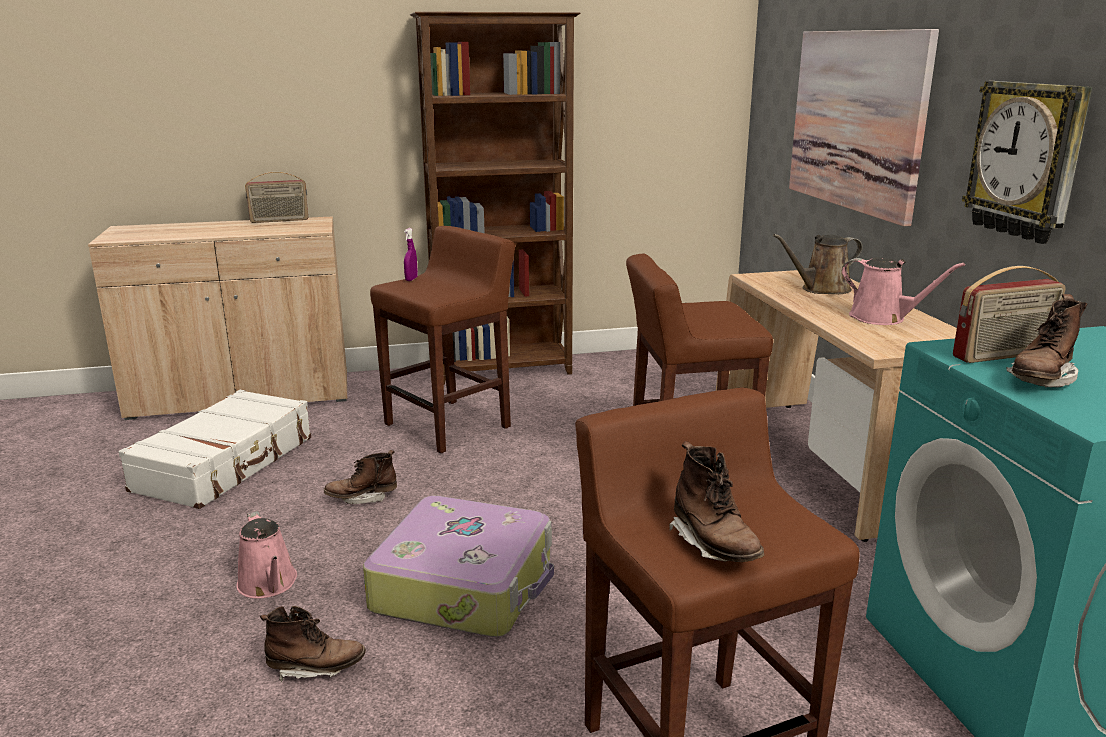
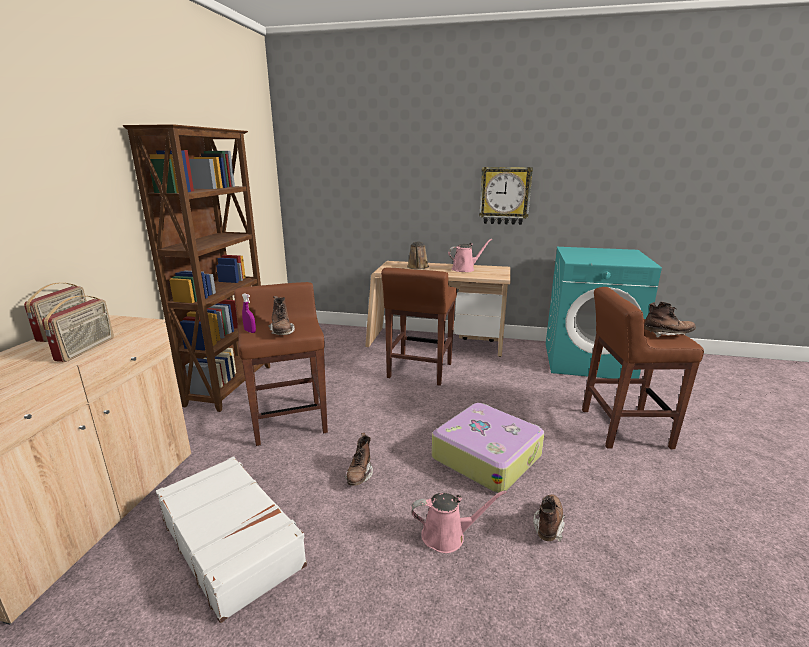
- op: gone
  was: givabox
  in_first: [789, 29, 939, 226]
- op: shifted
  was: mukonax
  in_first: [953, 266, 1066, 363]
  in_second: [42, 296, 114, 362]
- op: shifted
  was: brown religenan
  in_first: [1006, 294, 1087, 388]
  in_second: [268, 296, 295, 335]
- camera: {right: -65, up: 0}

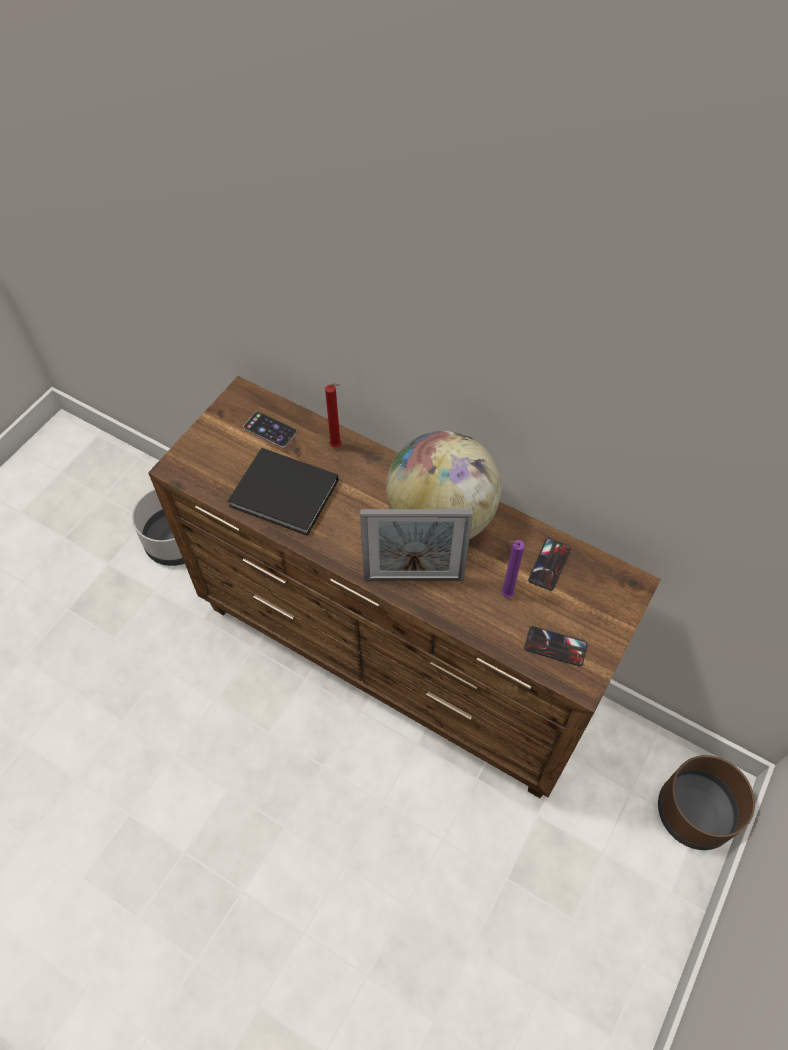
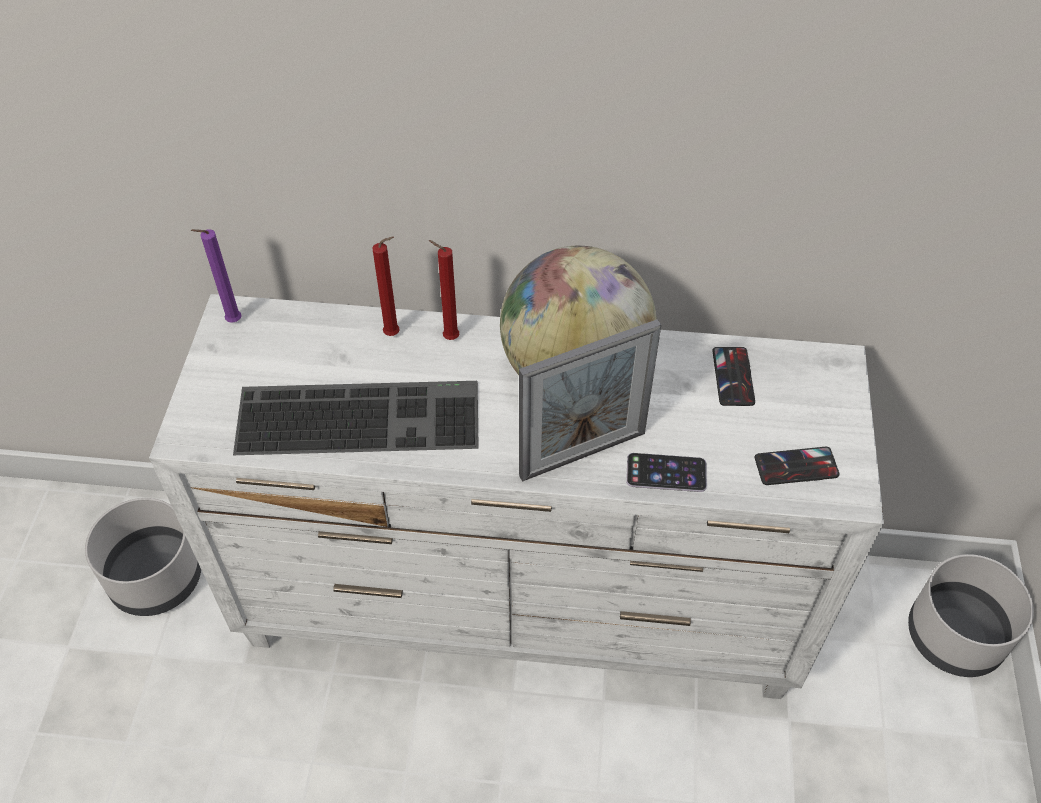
- op: repainted
  was: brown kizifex
  now: white kizifex
  in_first: [148, 376, 661, 798]
  in_second: [149, 294, 884, 699]
- op: swapped
  was: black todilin
  now: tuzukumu
  in_first: [228, 448, 339, 536]
  in_second: [233, 381, 479, 455]
- op: shifted
  was: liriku
  in_first: [243, 412, 297, 448]
  in_second: [626, 453, 707, 492]
- op: shifted
  was: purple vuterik
  in_first: [501, 540, 525, 598]
  in_second: [191, 229, 242, 323]
- op: repainted
  was: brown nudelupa
  now: grey nudelupa
  in_first: [658, 755, 755, 850]
  in_second: [908, 554, 1034, 677]
- op: new
  now: red vuterik
  in_second: [428, 240, 459, 340]
- camera: {right: -25, up: -5}

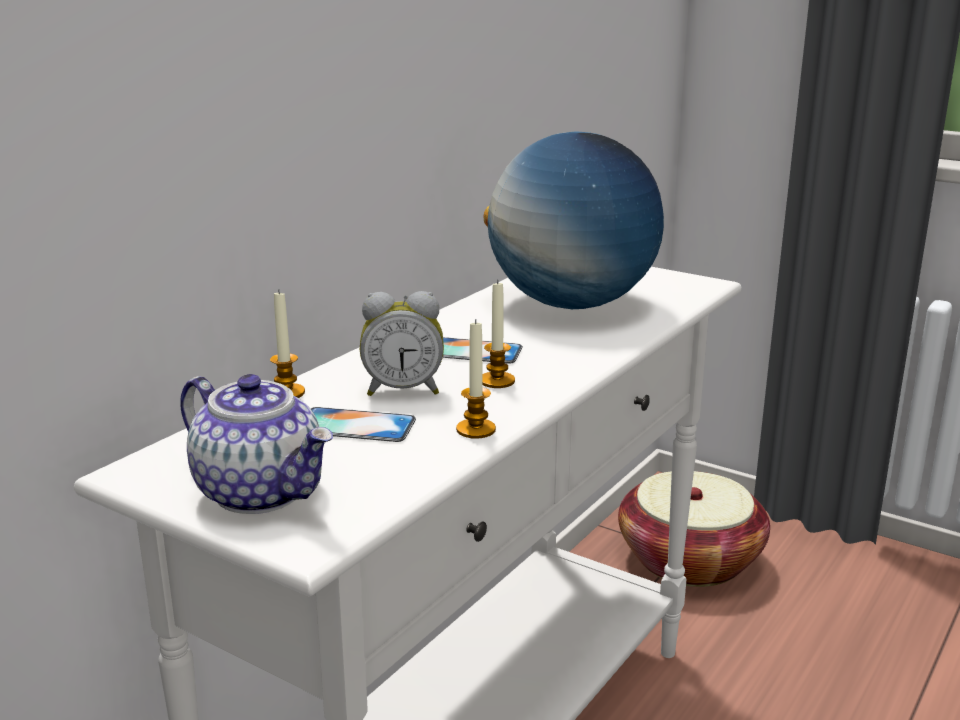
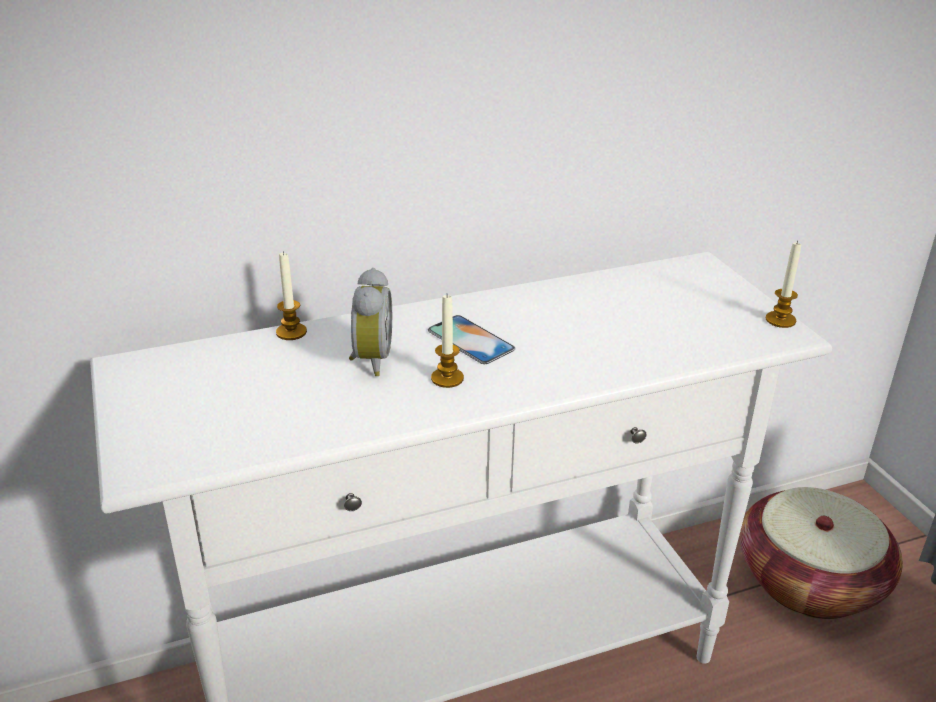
- op: gone
  was: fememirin
  in_first: [180, 374, 333, 514]
- op: gone
  was: liriku
  in_first: [311, 407, 416, 442]
- op: rotated
  was: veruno
  in_first: [360, 291, 444, 396]
  in_second: [349, 268, 392, 376]
  clockwise: -120
- op: shifted
  was: vuterik
  in_first: [456, 319, 496, 439]
  in_second: [766, 241, 801, 328]
- op: gone
  was: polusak
  in_first: [483, 131, 664, 309]
- camera: {right: 35, up: 10}

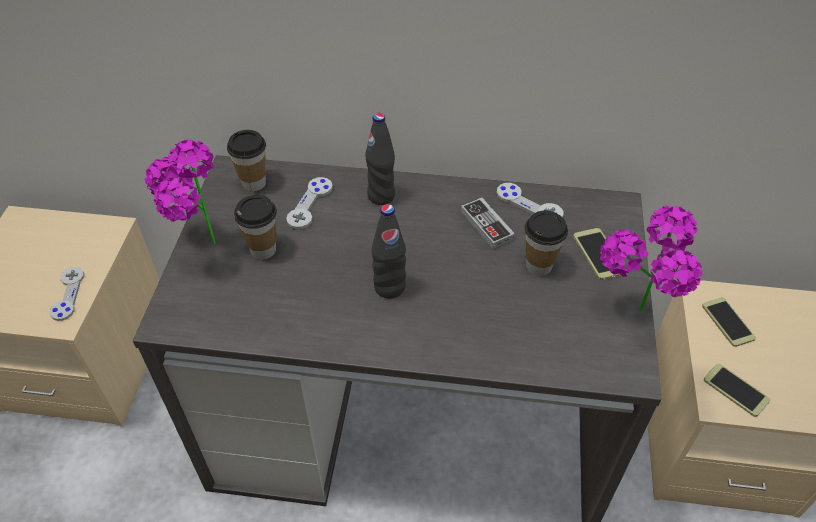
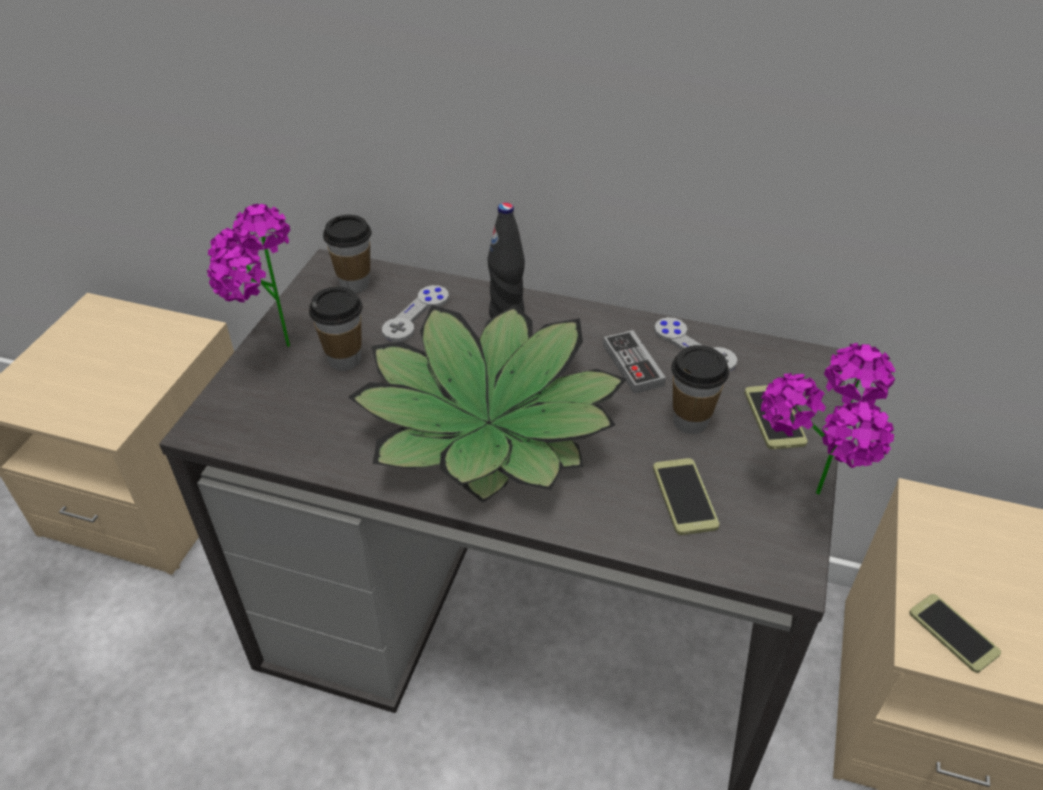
- op: gone
  was: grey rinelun
  in_first: [50, 267, 84, 321]
- op: swapped
  was: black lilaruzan
  now: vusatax
  in_first: [372, 204, 406, 299]
  in_second: [348, 304, 627, 503]
- op: shifted
  was: liriku
  in_first: [702, 297, 756, 347]
  in_second: [653, 458, 719, 535]
- camera: {right: 10, up: -5}

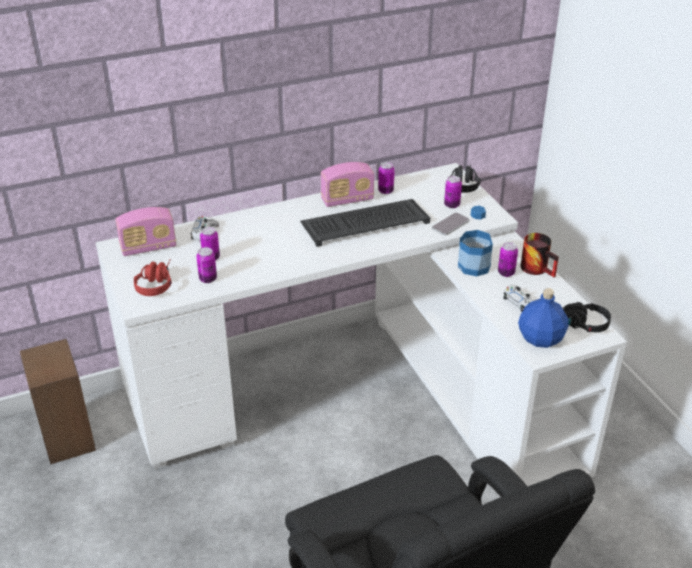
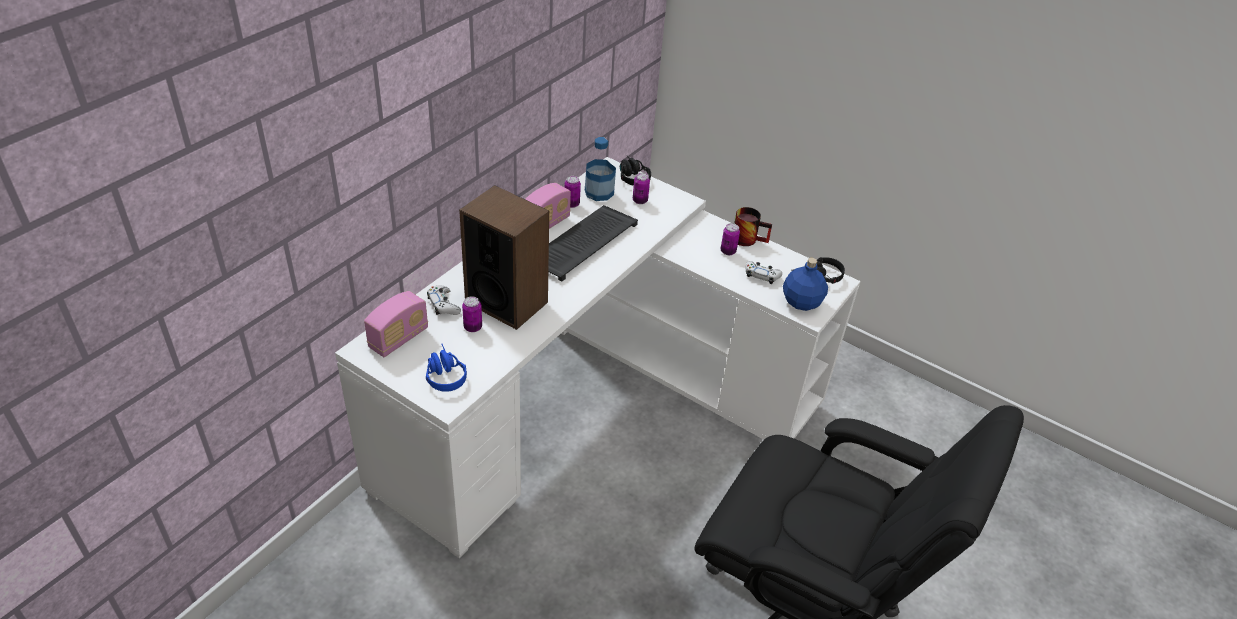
- op: shifted
  was: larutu
  in_first: [20, 339, 96, 464]
  in_second: [459, 185, 549, 330]
- op: repainted
  was: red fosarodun
  now: blue fosarodun
  in_first: [134, 259, 172, 296]
  in_second: [426, 343, 467, 392]
- op: gone
  was: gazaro
  in_first: [196, 247, 217, 283]
- op: gone
  was: liriku
  in_first: [432, 213, 470, 236]
- op: shifted
  was: lilaruzan
  in_first: [458, 206, 493, 276]
  in_second: [585, 137, 616, 201]
- camera: {right: -35, up: 5}

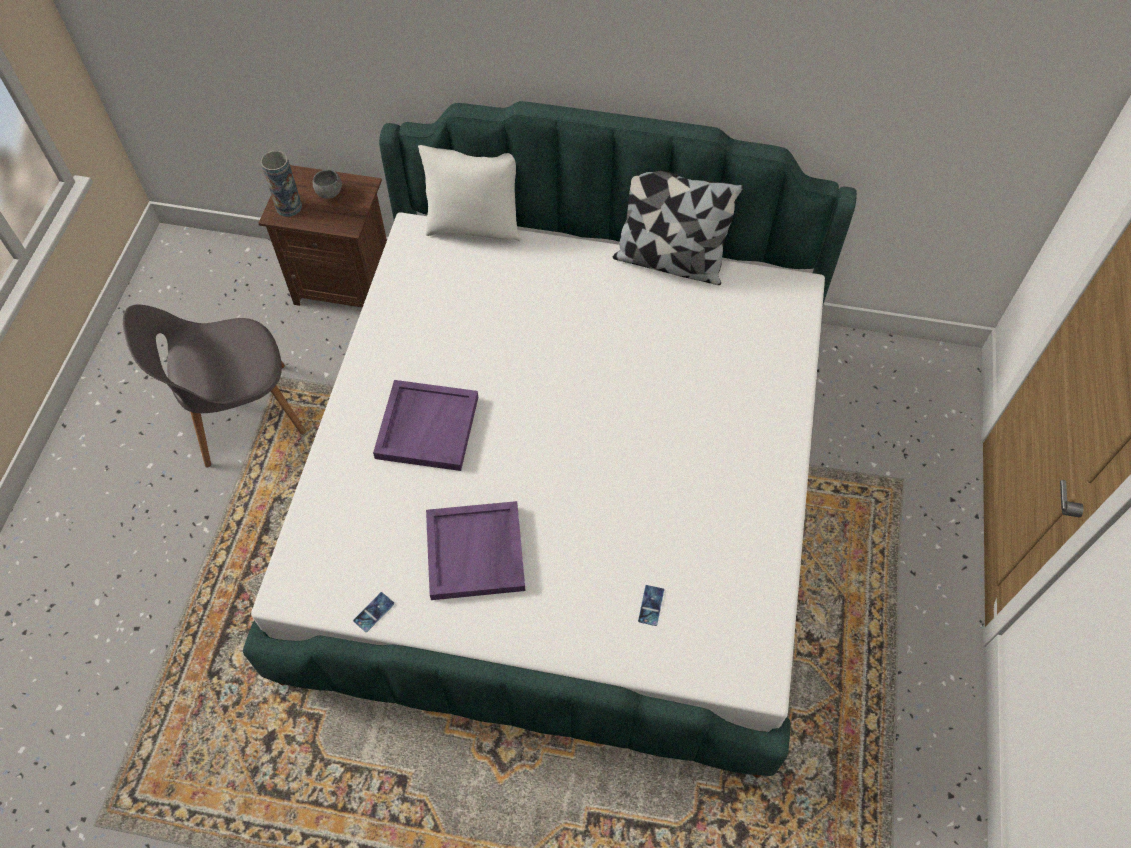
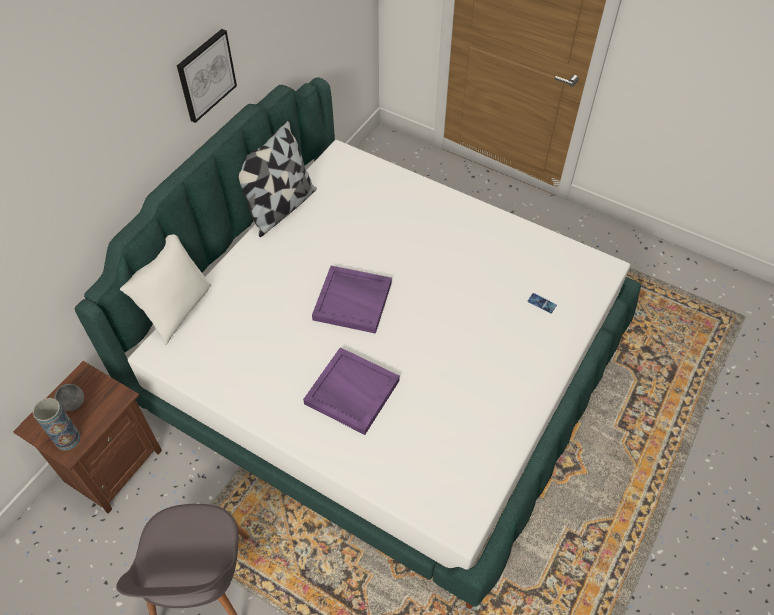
- op: gone
  was: liriku
  in_first: [353, 592, 394, 632]
- op: shifted
  was: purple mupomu
  in_first: [426, 501, 526, 600]
  in_second: [312, 266, 392, 334]
- op: new
  now: givabox
  in_second: [177, 29, 237, 123]
- camera: {right: -70, up: -5}

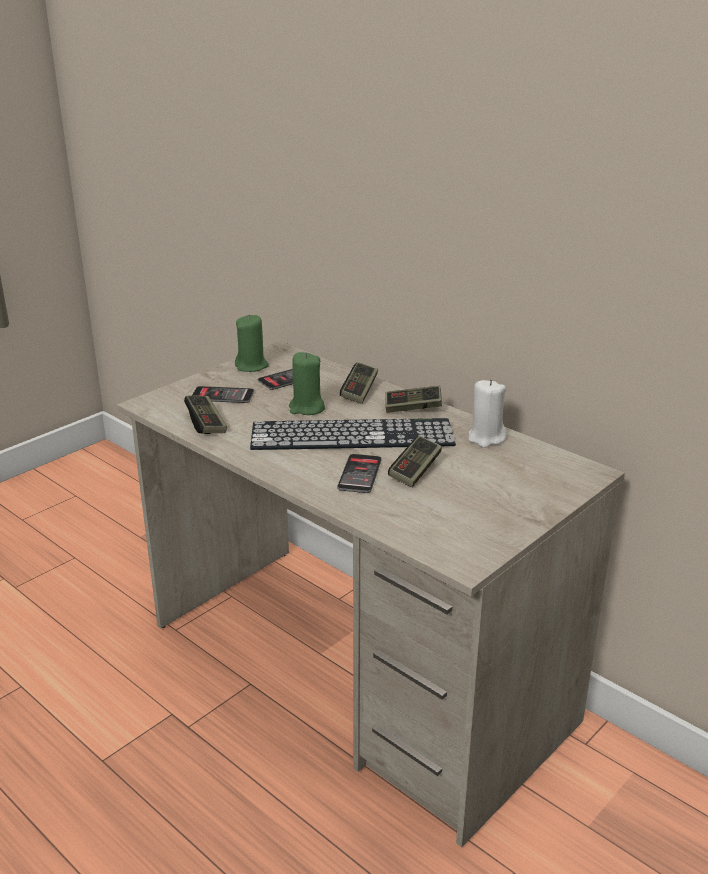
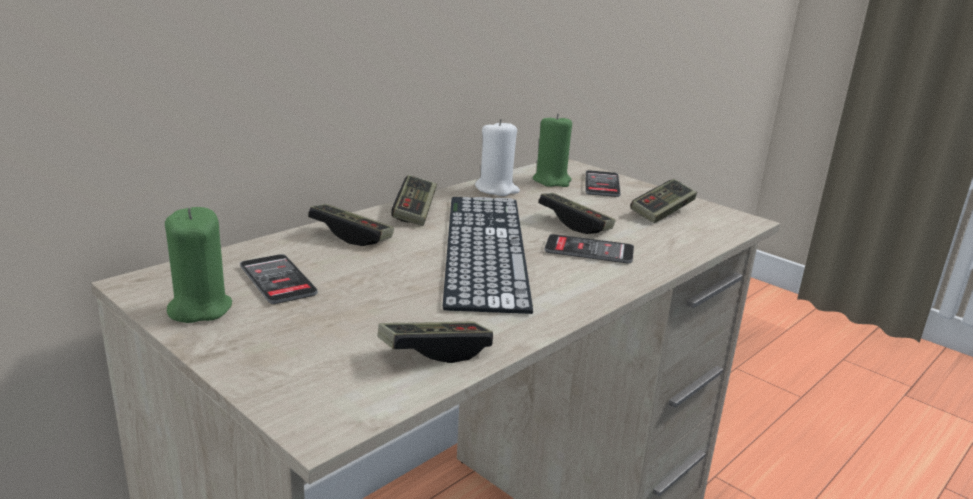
- op: shifted
  was: liriku
  in_first: [192, 386, 254, 403]
  in_second: [585, 170, 621, 197]
- op: shifted
  was: green vuterik
  in_first: [289, 352, 325, 415]
  in_second: [533, 113, 572, 187]
- op: new
  now: rinelun
  in_second: [630, 179, 697, 223]
- camera: {right: -90, up: -5}

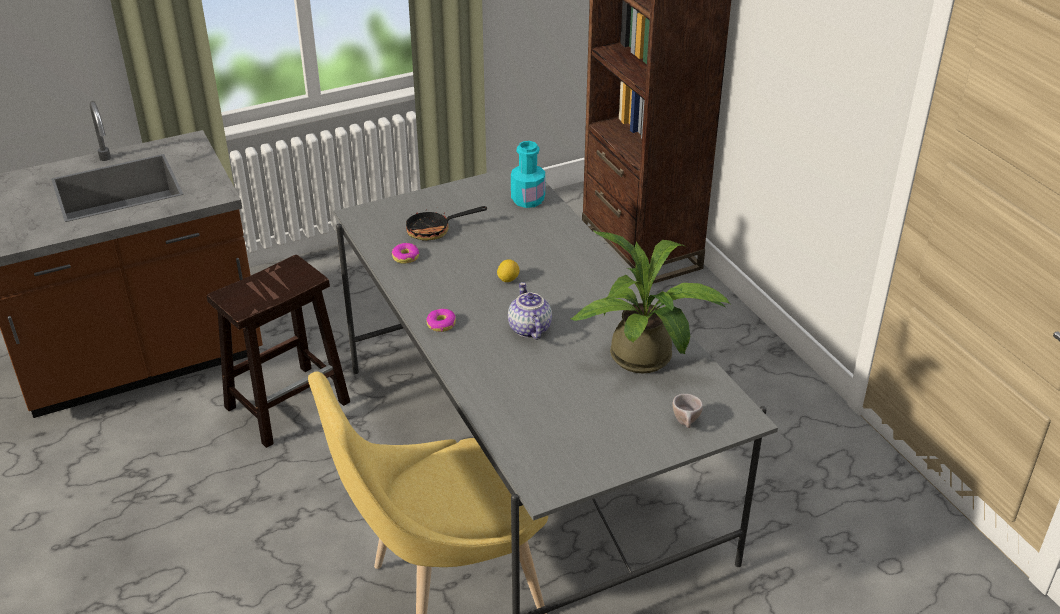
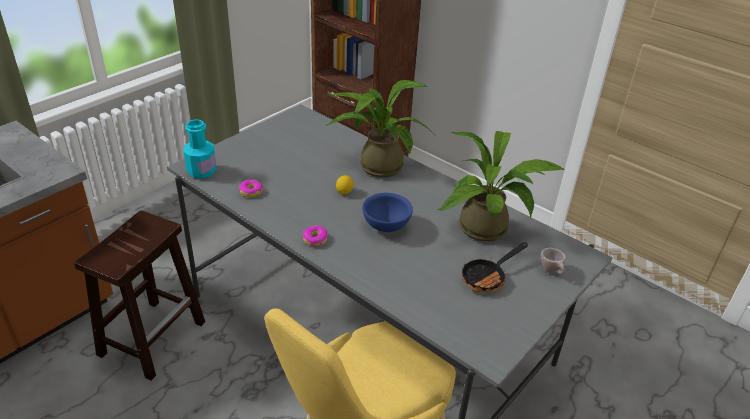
- op: shifted
  was: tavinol
  in_first: [406, 206, 487, 241]
  in_second: [462, 242, 528, 293]
- op: swapped
  was: fememirin
  now: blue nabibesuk
  in_first: [508, 282, 552, 340]
  in_second: [362, 193, 413, 232]
- op: shifted
  was: turquoise lilaruzan
  in_first: [511, 141, 545, 208]
  in_second: [183, 120, 217, 179]
- op: new
  now: vusatax
  in_second: [326, 80, 436, 178]
- camera: {right: -25, up: 0}

